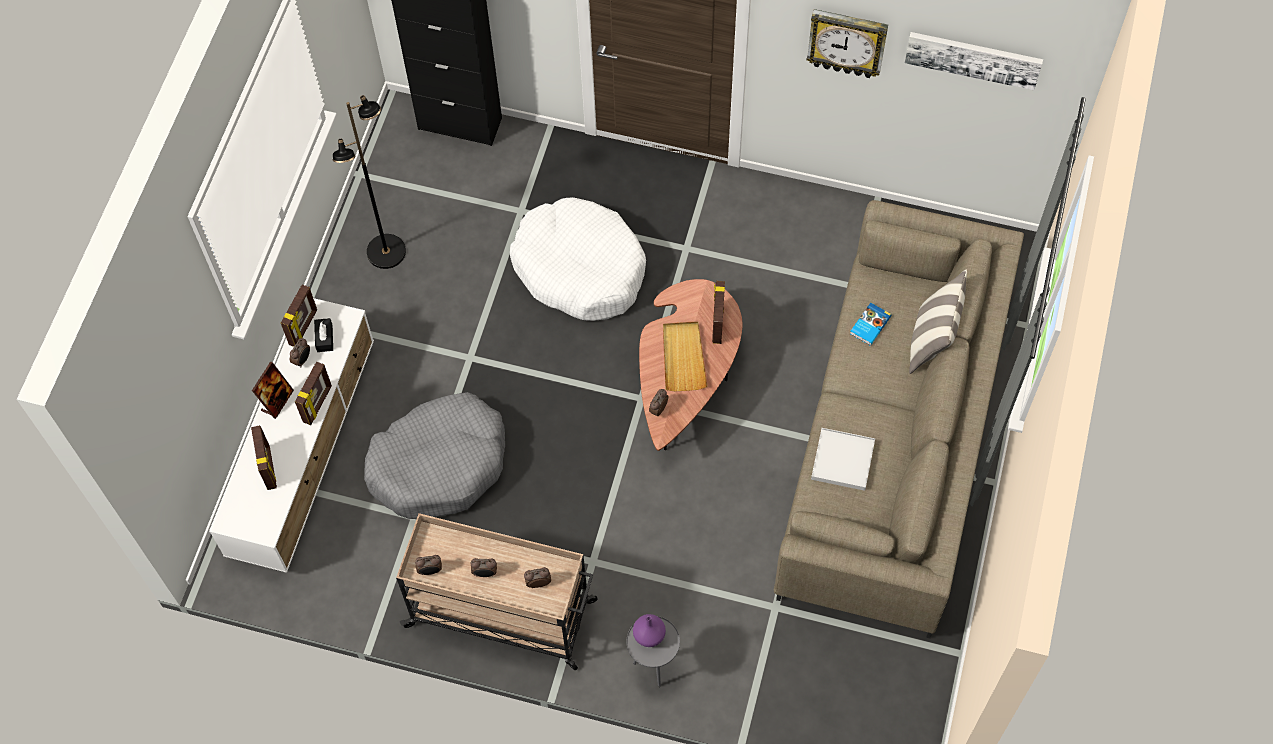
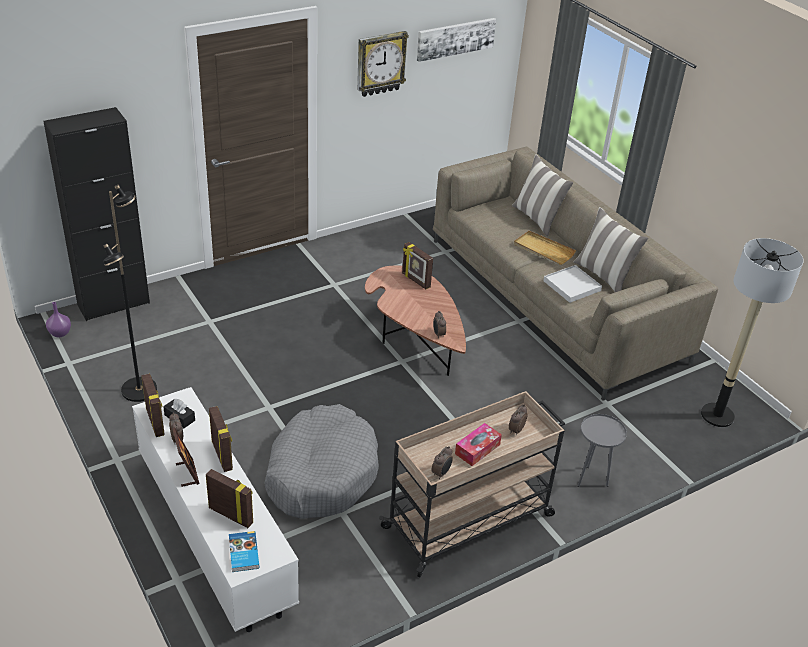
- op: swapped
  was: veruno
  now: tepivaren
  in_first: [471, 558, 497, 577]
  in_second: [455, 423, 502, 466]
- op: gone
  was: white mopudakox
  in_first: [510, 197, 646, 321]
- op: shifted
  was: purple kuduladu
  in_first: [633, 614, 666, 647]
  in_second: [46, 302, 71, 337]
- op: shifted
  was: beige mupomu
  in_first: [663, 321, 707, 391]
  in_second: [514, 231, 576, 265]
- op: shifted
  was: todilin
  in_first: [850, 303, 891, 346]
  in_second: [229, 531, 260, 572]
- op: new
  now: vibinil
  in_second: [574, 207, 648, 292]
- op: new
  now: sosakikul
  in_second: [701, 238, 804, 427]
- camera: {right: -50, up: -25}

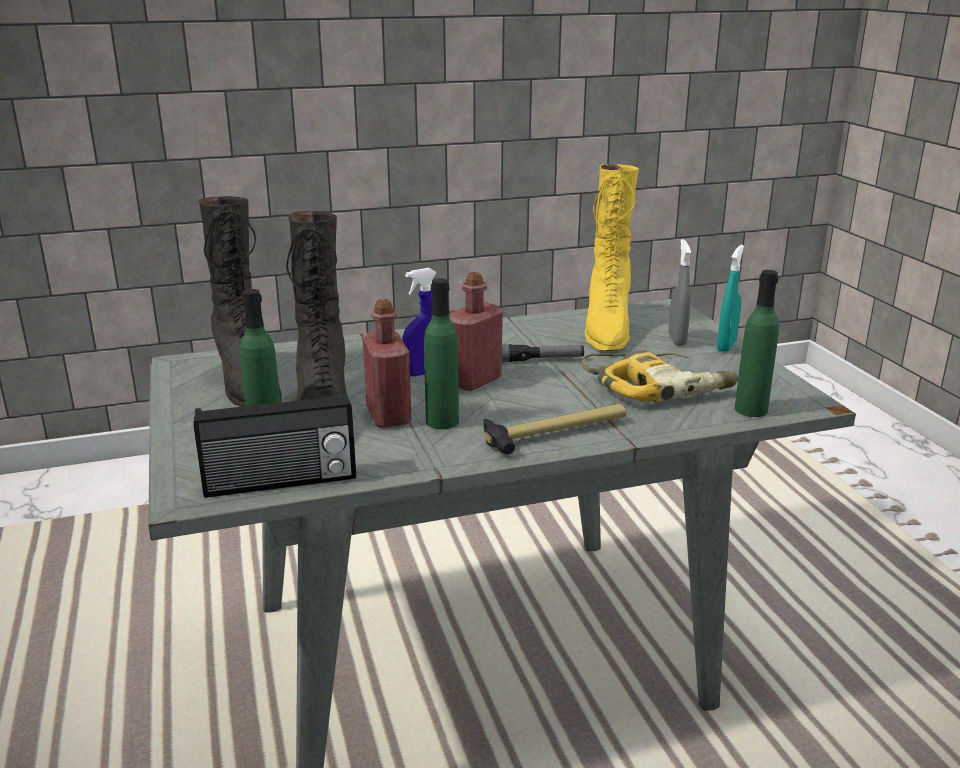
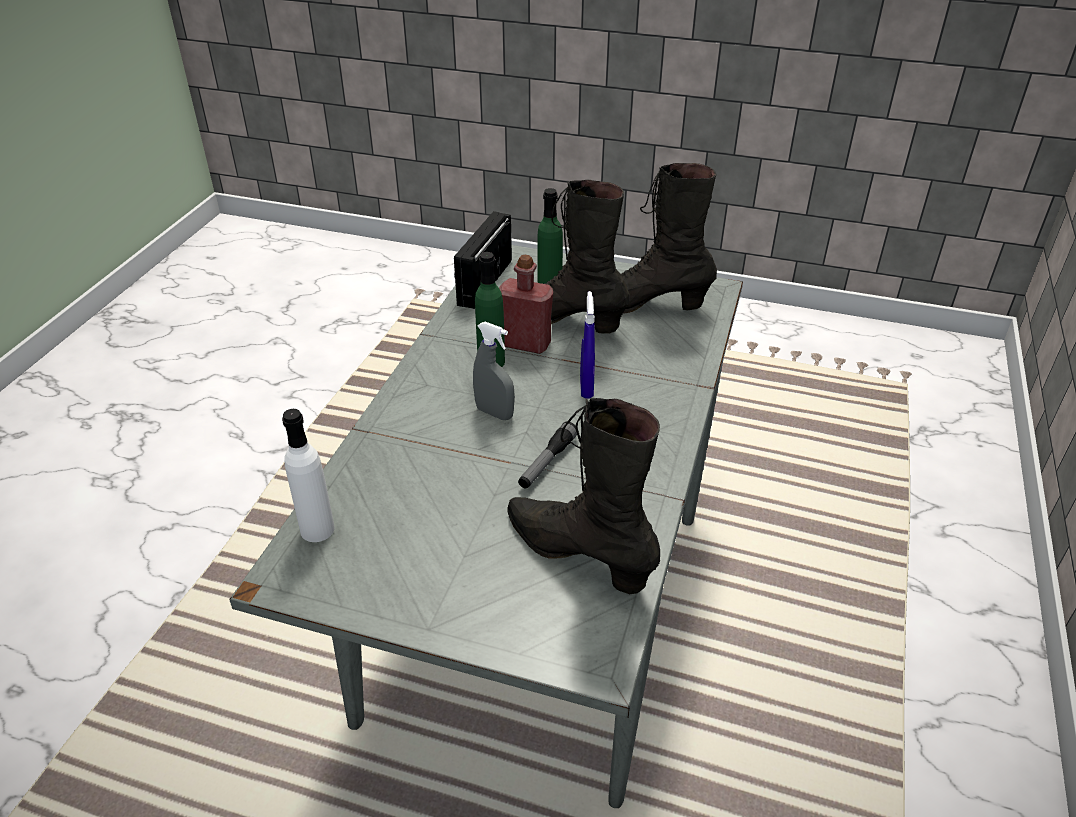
- op: gone
  was: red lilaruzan
  in_first: [449, 272, 503, 391]
- op: gone
  was: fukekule
  in_first: [484, 404, 626, 454]
- op: gone
  was: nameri
  in_first: [581, 350, 738, 402]
- op: repainted
  was: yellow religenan
  now: black religenan
  in_first: [585, 164, 639, 351]
  in_second: [507, 398, 660, 594]
- op: shifted
  was: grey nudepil
  in_first: [668, 239, 691, 346]
  in_second: [473, 322, 515, 420]
- op: gone
  was: turquoise nudepil
  in_first: [717, 245, 744, 352]
- op: repainted
  was: green lilaruzan
  now: white lilaruzan
  in_first: [735, 270, 779, 417]
  in_second: [282, 409, 335, 542]
- camera: {right: 125, up: 15}

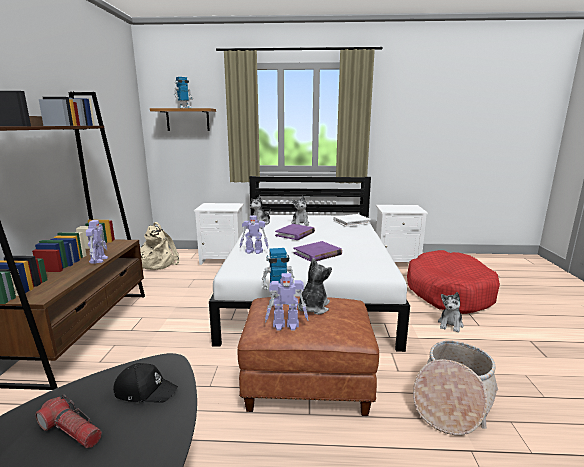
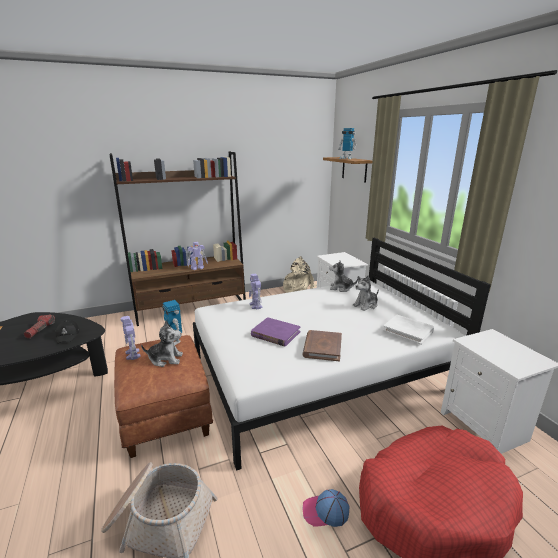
- op: gone
  was: purple todilin
  in_first: [275, 224, 315, 240]
- op: swapped
  was: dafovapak
  now: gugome
  in_first: [438, 292, 464, 332]
  in_second: [302, 489, 349, 527]
- op: new
  now: brown todilin
  in_second: [303, 330, 342, 362]
- camera: {right: 65, up: 5}

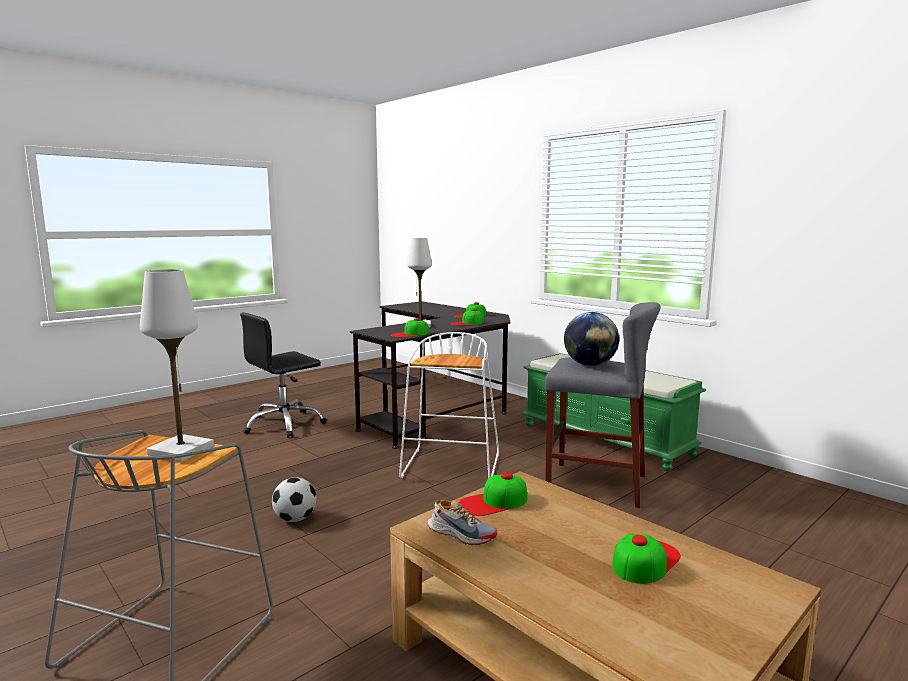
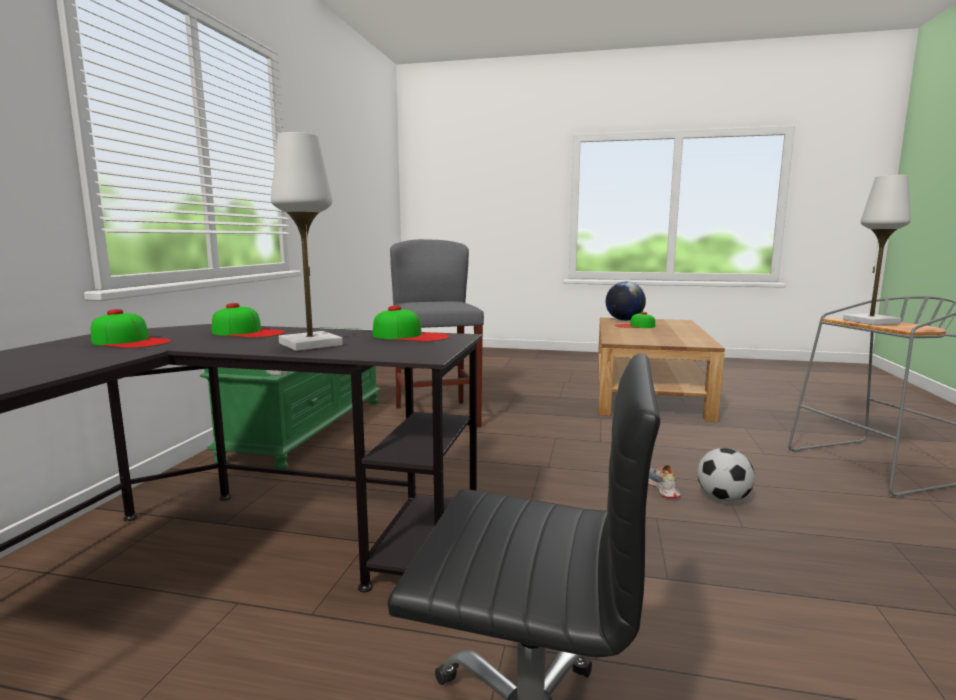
- op: gone
  was: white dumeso
  in_first: [399, 332, 499, 479]
- op: shifted
  was: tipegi
  in_first: [427, 500, 497, 545]
  in_second: [648, 465, 681, 498]
- op: gone
  was: gugome
  in_first: [459, 472, 527, 516]
- op: shifted
  was: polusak
  in_first: [564, 312, 619, 366]
  in_second: [606, 281, 646, 321]
- camera: {right: -125, up: 0}

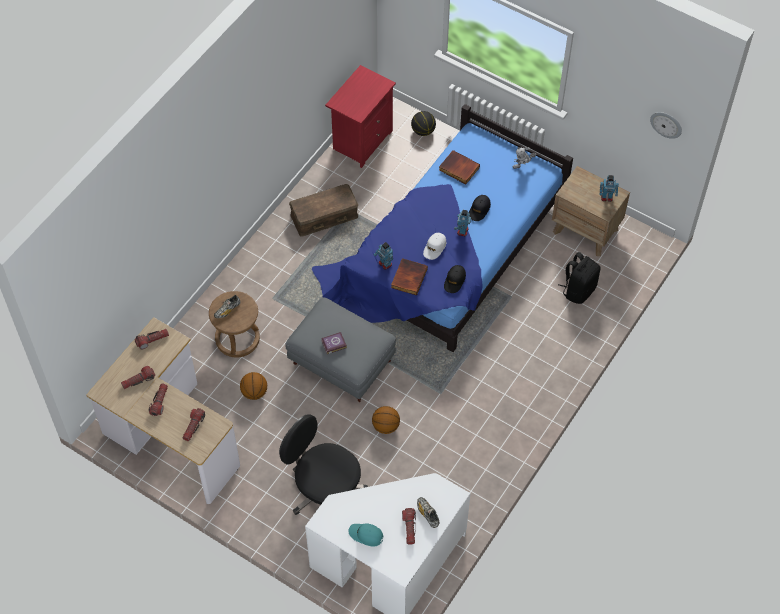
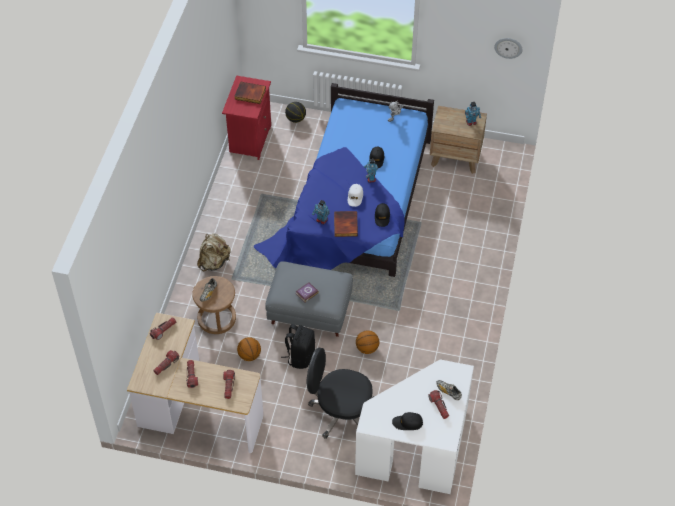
- op: gone
  was: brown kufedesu
  in_first: [289, 184, 358, 237]
- op: repainted
  was: turquoise gugome
  now: black gugome
  in_first: [348, 523, 383, 547]
  in_second: [392, 412, 423, 430]
- op: shifted
  was: todilin
  in_first: [439, 150, 480, 184]
  in_second: [234, 81, 266, 104]
- op: shifted
  was: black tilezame
  in_first: [558, 252, 601, 304]
  in_second: [281, 324, 315, 369]
- op: new
  now: beige tilezame
  in_second: [197, 233, 230, 271]
- camera: {right: -20, up: -5}

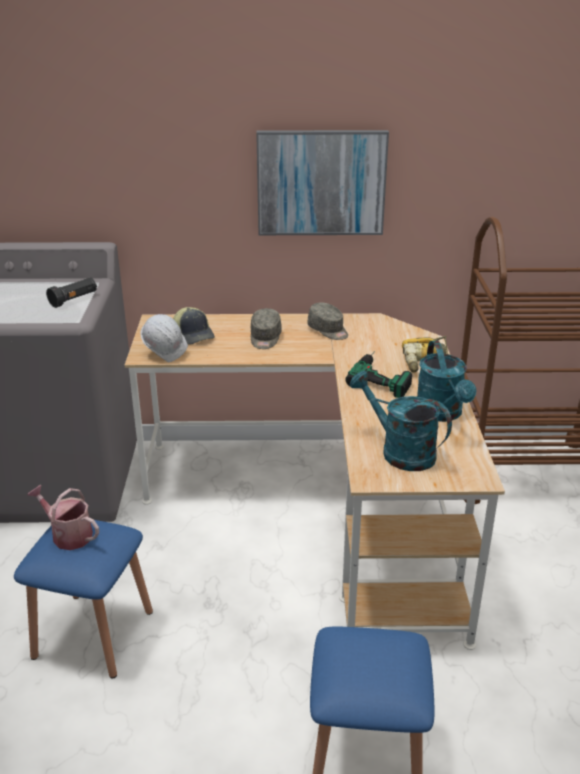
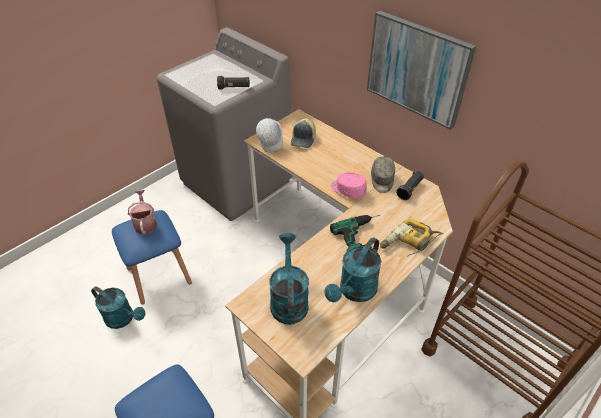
- op: gone
  was: grey gugome
  in_first: [251, 308, 281, 349]
- op: new
  now: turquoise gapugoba
  in_second: [91, 287, 145, 329]
- op: new
  now: pink gugome
  in_second: [331, 172, 367, 199]
- op: new
  now: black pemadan
  in_second: [396, 171, 424, 200]
- camera: {right: 45, up: 15}

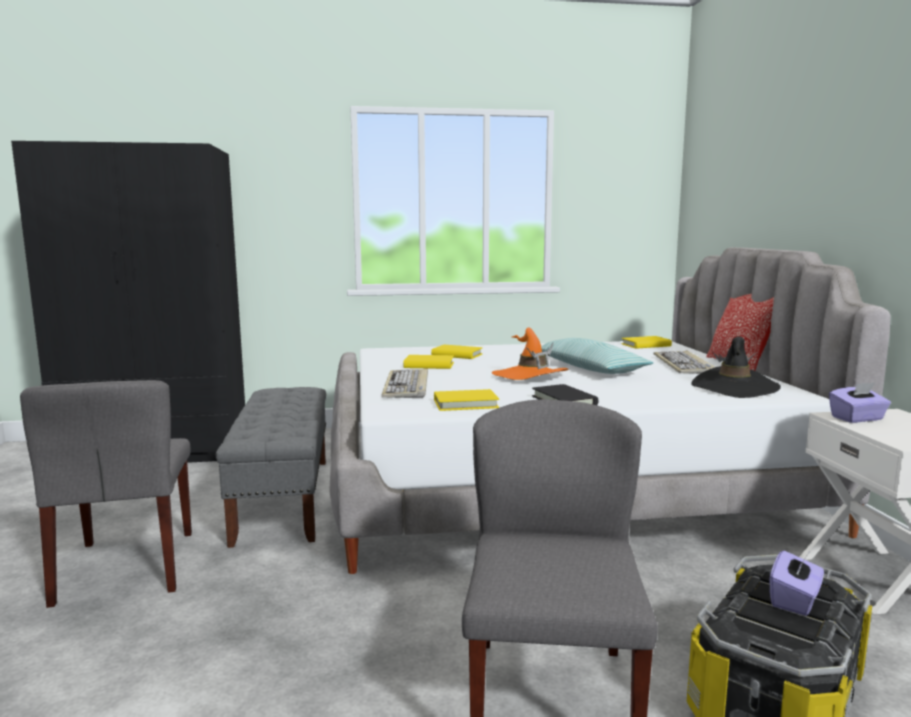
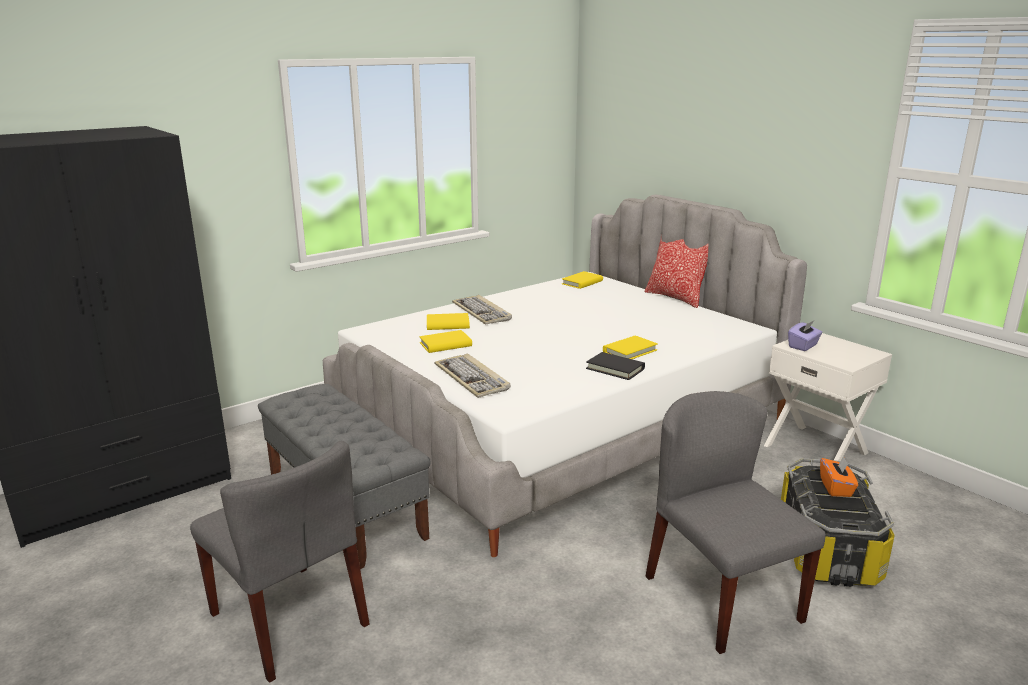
- op: shifted
  was: yellow todilin
  in_first: [434, 389, 499, 411]
  in_second: [603, 336, 658, 359]
- op: gone
  was: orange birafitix
  in_first: [492, 328, 569, 380]
- op: gone
  was: vibinil
  in_first: [541, 338, 653, 374]
- op: shifted
  was: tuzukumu
  in_first: [654, 351, 715, 374]
  in_second: [452, 295, 512, 324]
- op: gone
  was: black birafitix
  in_first: [691, 336, 781, 398]
- op: repainted
  was: purple tepivaren
  now: orange tepivaren
  in_first: [769, 550, 824, 616]
  in_second: [820, 456, 858, 497]
- camera: {right: -30, up: 10}

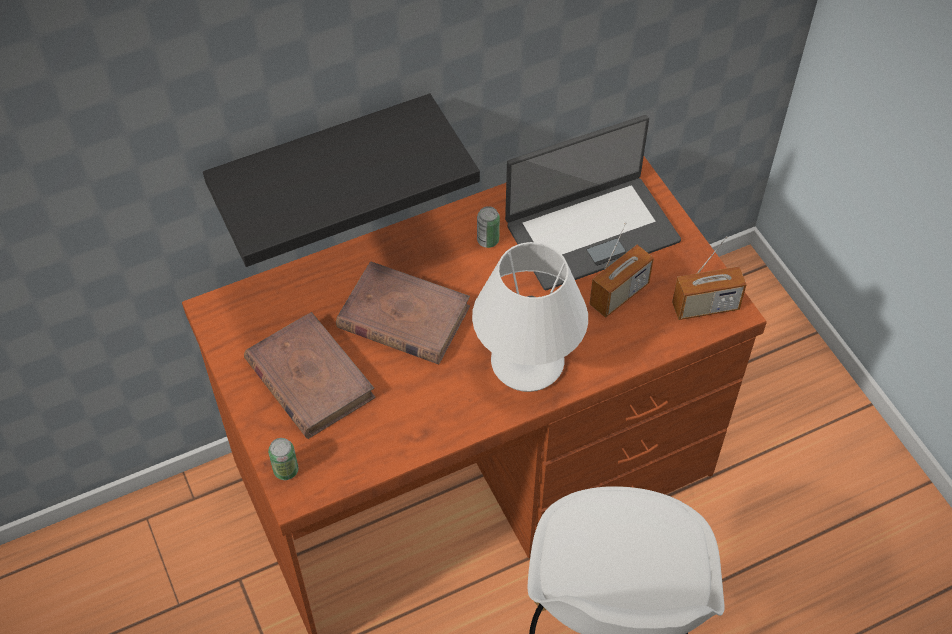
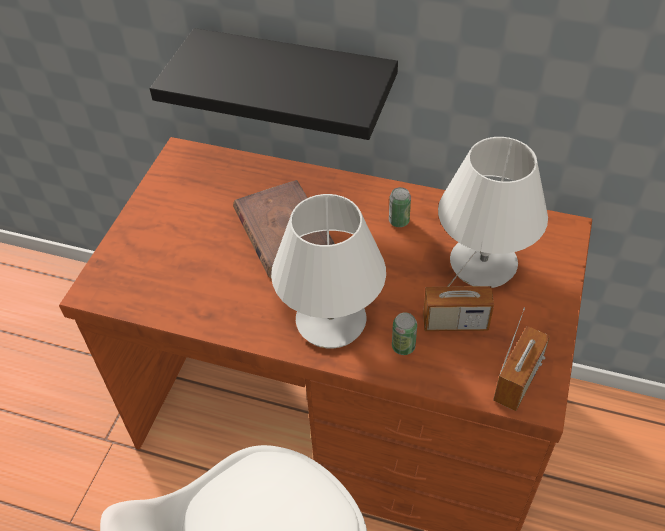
- op: gone
  was: brown todilin
  in_first: [244, 312, 375, 439]
- op: shifted
  was: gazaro
  in_first: [268, 438, 298, 480]
  in_second: [392, 312, 417, 355]
- op: swapped
  was: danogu
  now: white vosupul
  in_first: [505, 115, 681, 290]
  in_second: [438, 137, 548, 288]
- op: rotated
  was: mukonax
  in_first: [672, 236, 747, 320]
  in_second: [493, 307, 550, 411]
  clockwise: -90
- camera: {right: 45, up: -5}

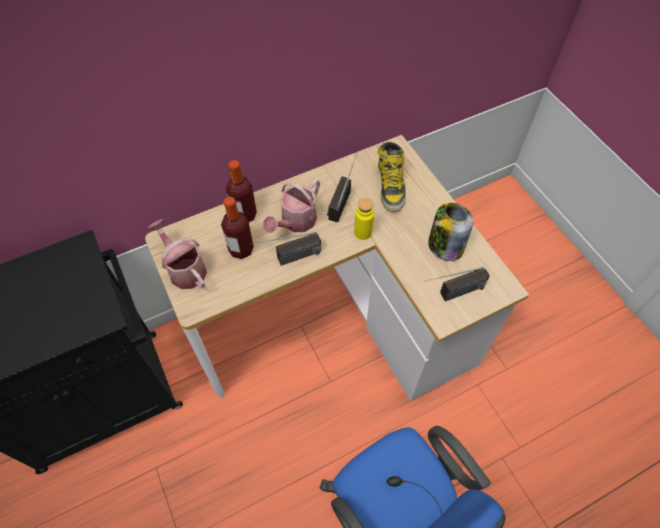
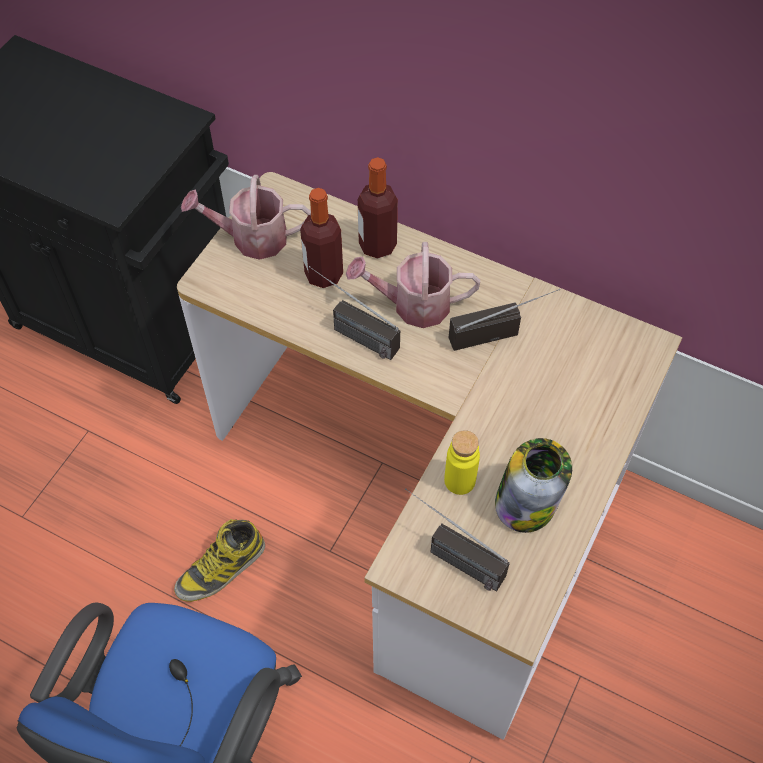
- op: rotated
  was: gapugoba
  in_first: [148, 219, 207, 289]
  in_second: [181, 175, 311, 260]
  clockwise: -105
- op: shifted
  was: yellow lilaruzan
  in_first: [354, 198, 374, 240]
  in_second: [444, 430, 480, 495]
- op: shifted
  was: religenan
  in_first: [378, 142, 406, 212]
  in_second: [174, 519, 265, 602]
- camera: {right: 55, up: 0}

